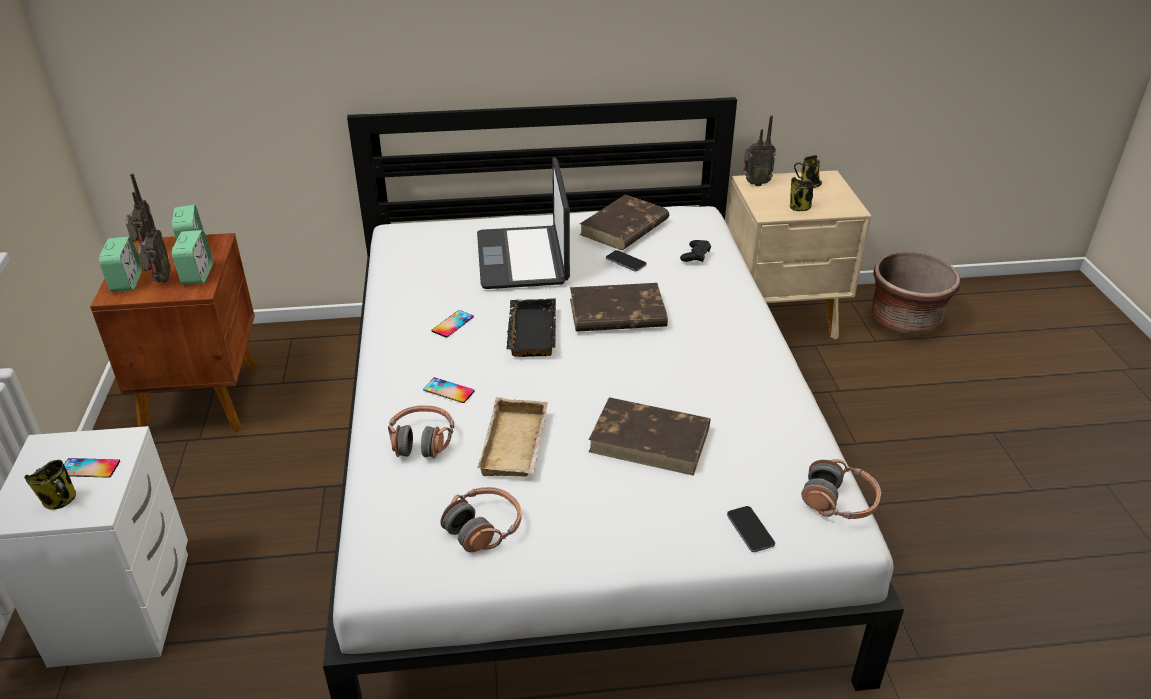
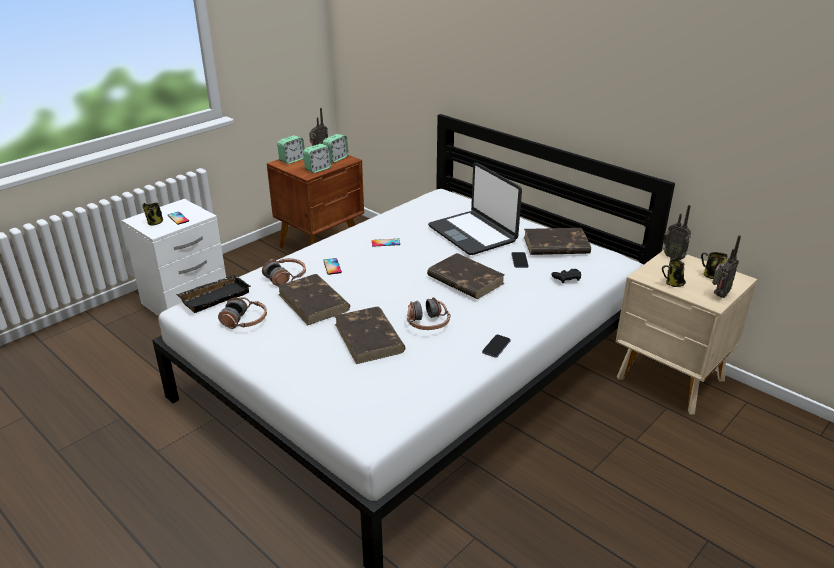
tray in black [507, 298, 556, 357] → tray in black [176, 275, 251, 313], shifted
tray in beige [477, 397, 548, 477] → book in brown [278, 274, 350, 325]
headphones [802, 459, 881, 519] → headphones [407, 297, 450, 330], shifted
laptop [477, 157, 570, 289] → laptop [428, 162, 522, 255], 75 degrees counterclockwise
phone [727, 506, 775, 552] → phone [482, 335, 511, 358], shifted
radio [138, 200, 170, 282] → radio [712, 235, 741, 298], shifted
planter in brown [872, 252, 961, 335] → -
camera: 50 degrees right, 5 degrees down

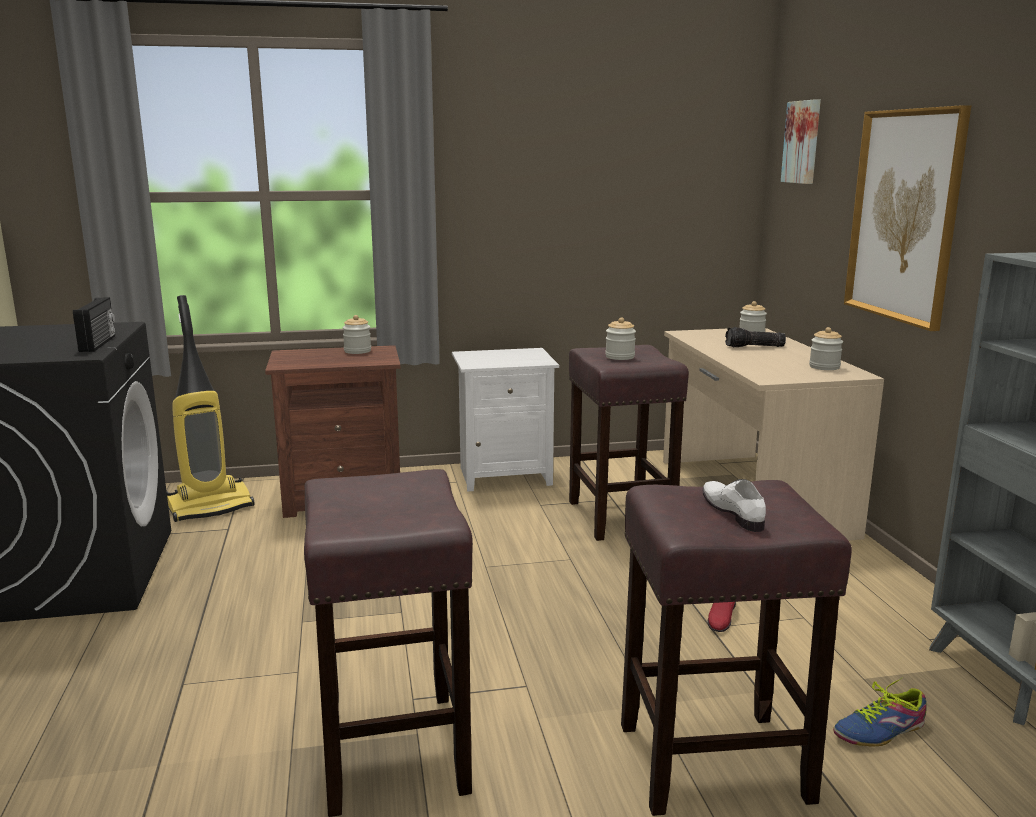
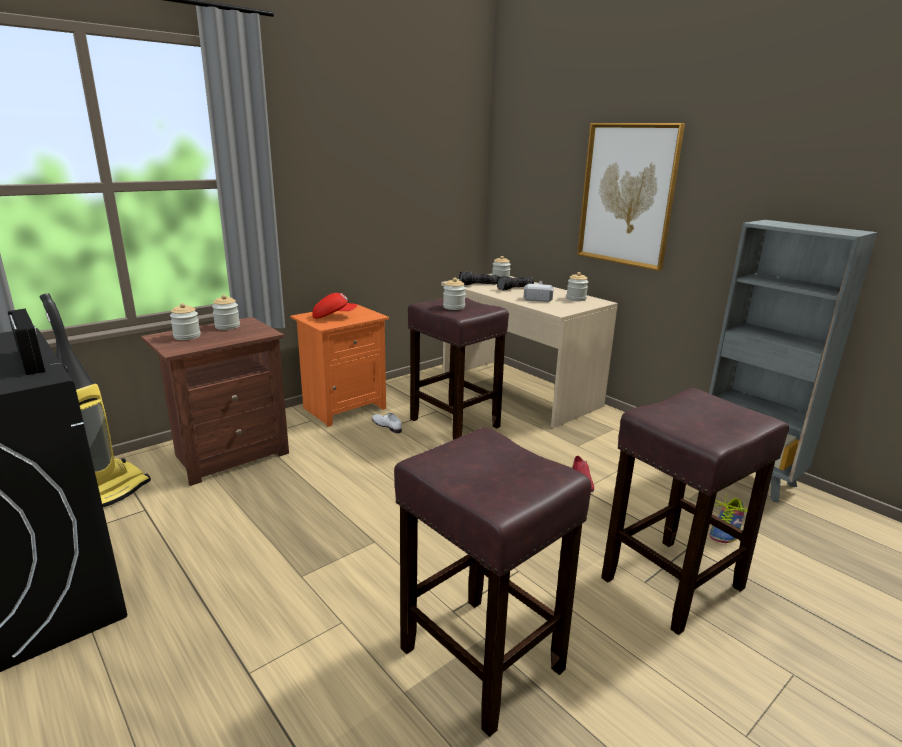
- → jar [170, 303, 200, 340]
nightstand in white [452, 348, 559, 492] → nightstand in orange [290, 304, 389, 427]
- → cap in red [312, 293, 358, 319]
shoe in white [703, 479, 766, 532] → shoe in white [372, 413, 402, 433], shifted
- → flashlight [459, 271, 499, 285]
- → hammer [523, 281, 554, 302]
picture [781, 99, 821, 184] → -
camera: 30 degrees left, 5 degrees up

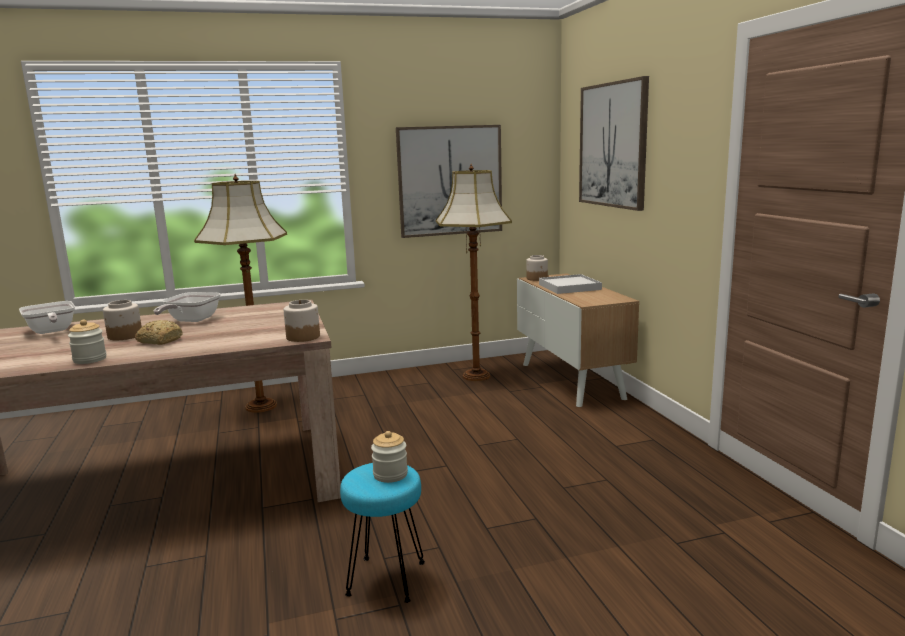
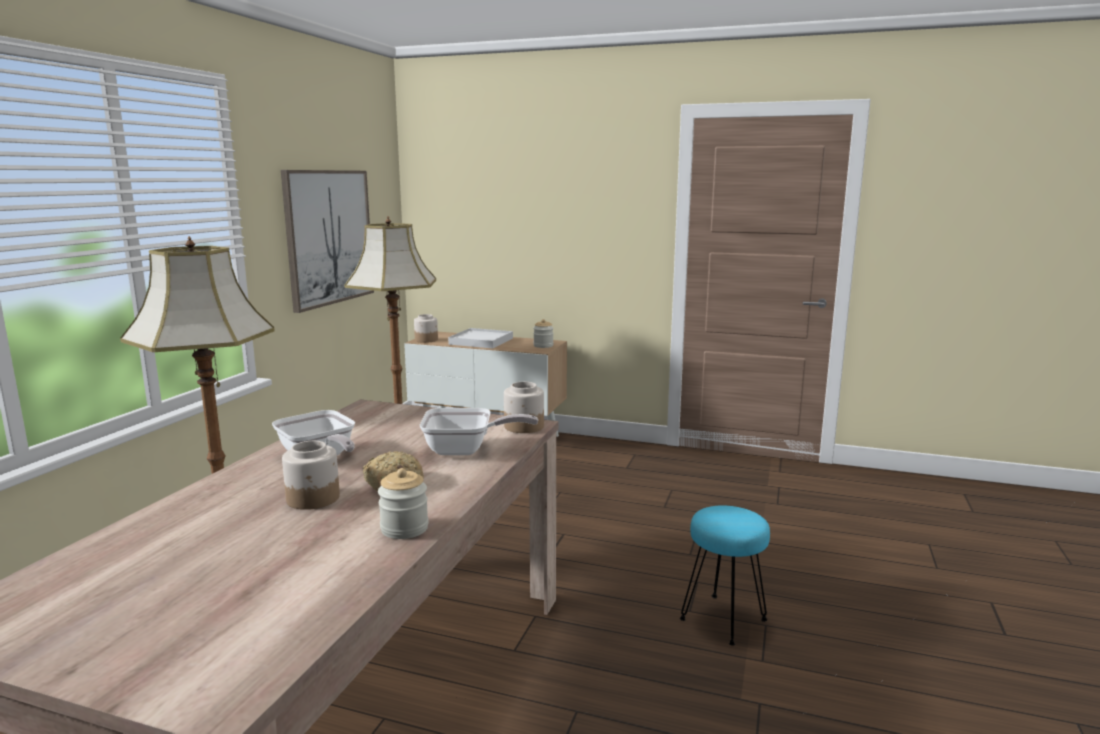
frying pan [19, 301, 75, 334] → frying pan [420, 408, 538, 455], shifted
jar [371, 431, 408, 483] → jar [533, 319, 554, 348], shifted
picture [579, 76, 649, 211] → -
camera: 55 degrees left, 0 degrees up

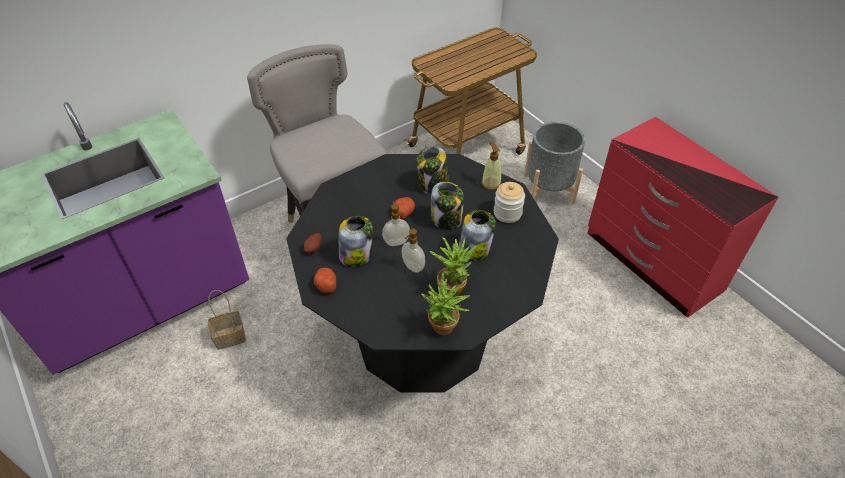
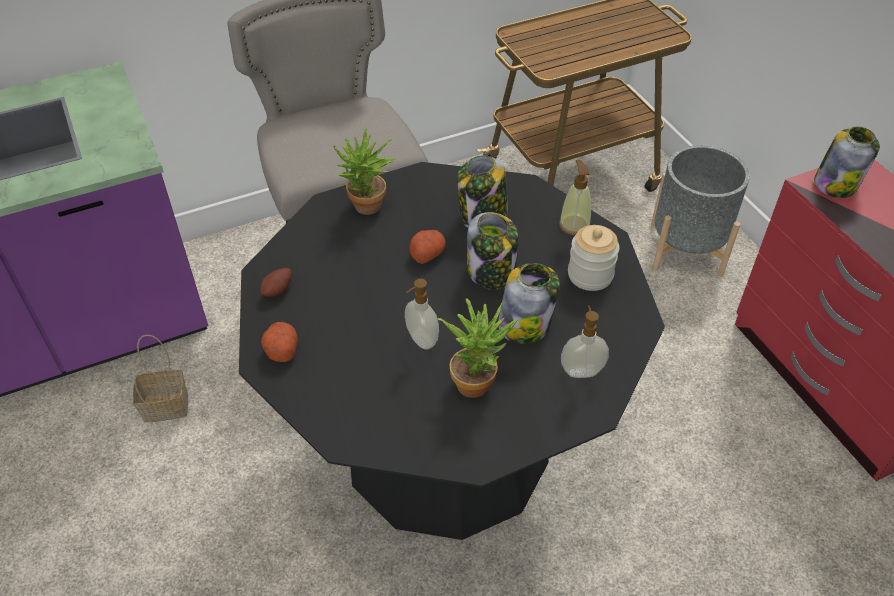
potted plant [422, 273, 470, 335] → potted plant [334, 127, 396, 215], shifted
soap dispenser [382, 201, 410, 246] → soap dispenser [561, 305, 609, 378], shifted
jar [339, 216, 373, 267] → jar [814, 127, 880, 198], shifted
camera: 10 degrees right, 0 degrees up

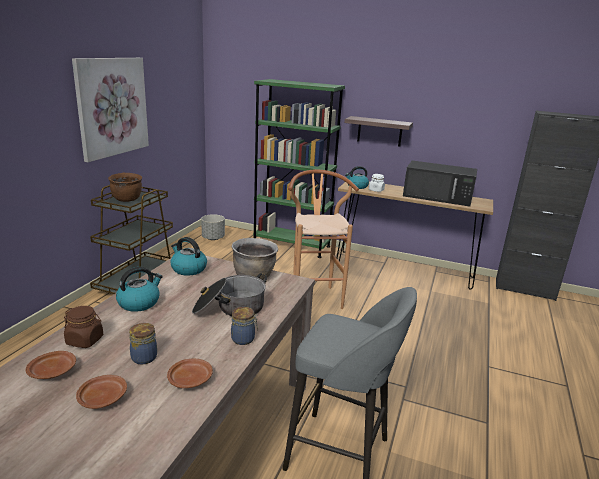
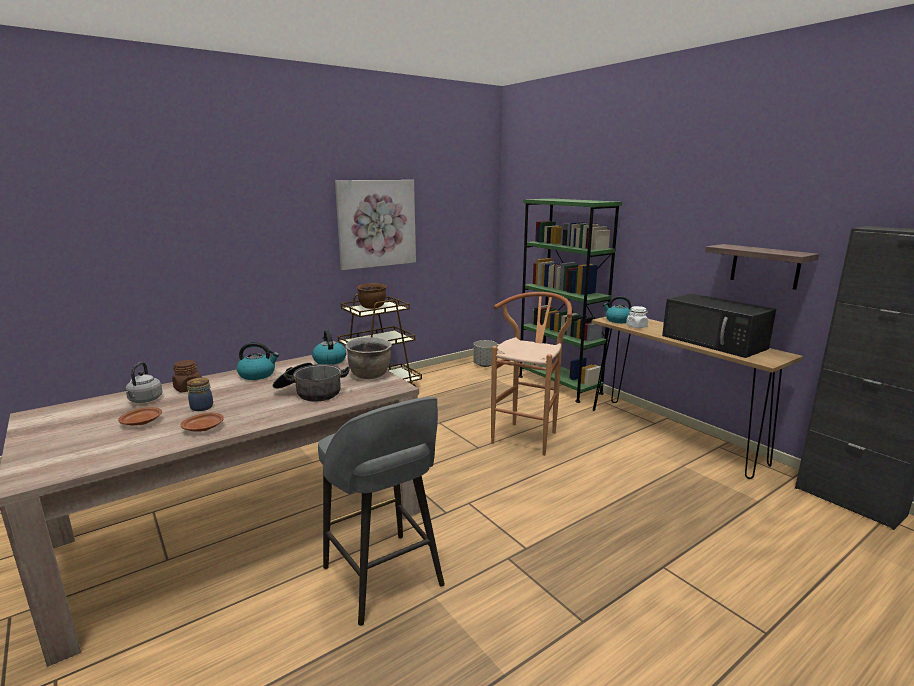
plate in brown [26, 351, 76, 379] → kettle in grey [124, 362, 162, 403]
shelf [344, 116, 413, 147] → shelf [705, 244, 819, 290], shifted
jar [231, 307, 258, 345] → -
camera: 35 degrees right, 5 degrees down

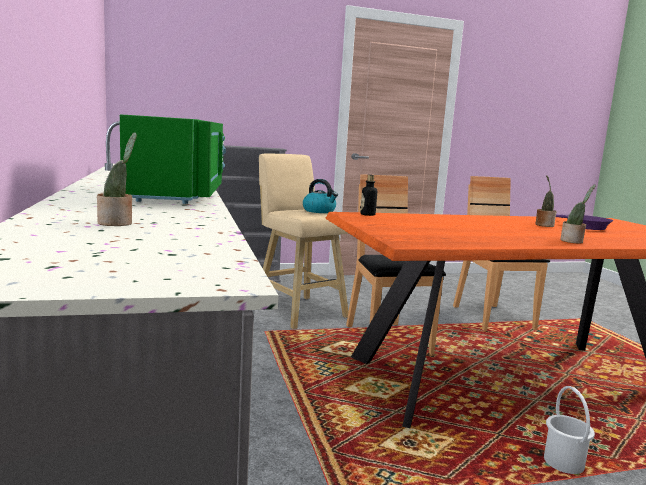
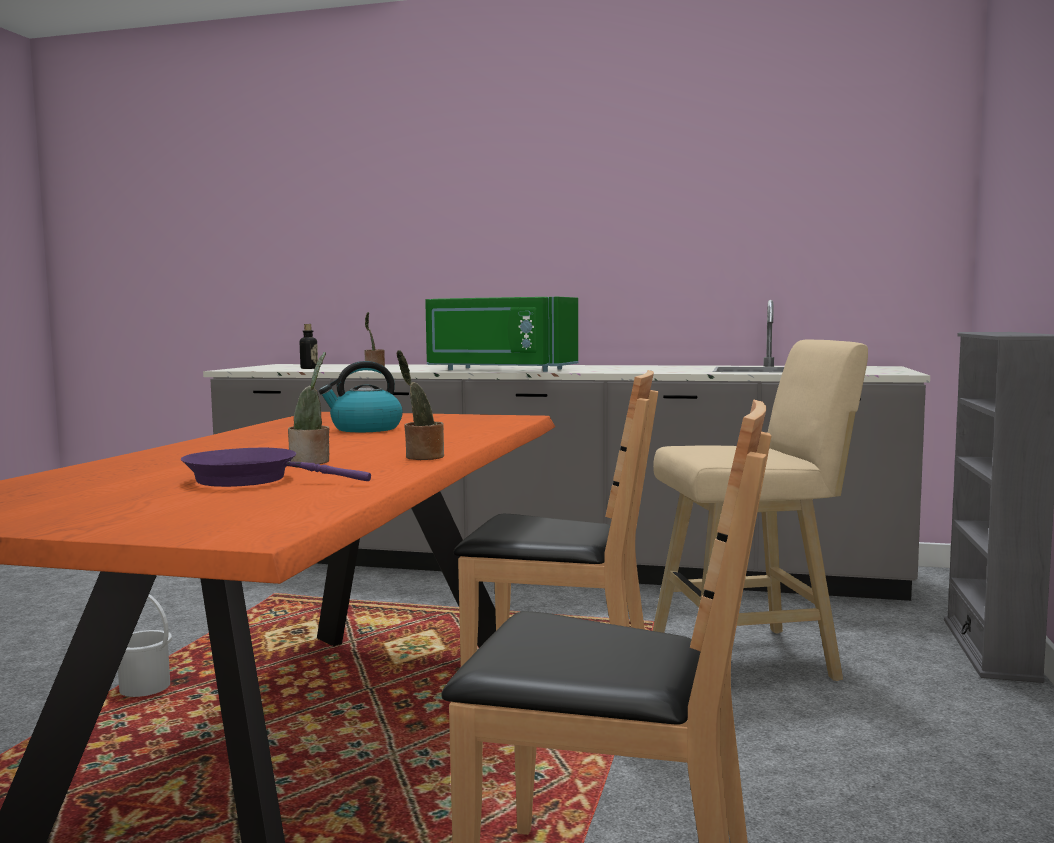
bottle [360, 175, 377, 216] → bottle [300, 324, 318, 369], shifted
kettle [303, 179, 338, 213] → kettle [319, 361, 403, 432], shifted
potted plant [560, 184, 595, 243] → potted plant [397, 350, 444, 460], shifted
camera: 120 degrees right, 5 degrees down

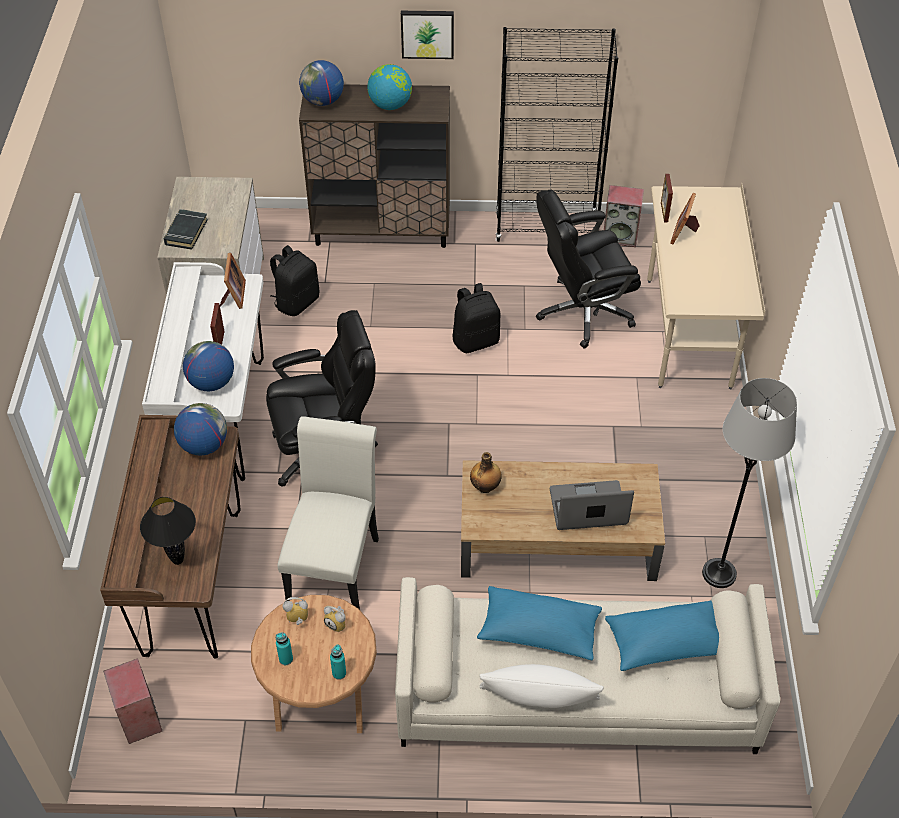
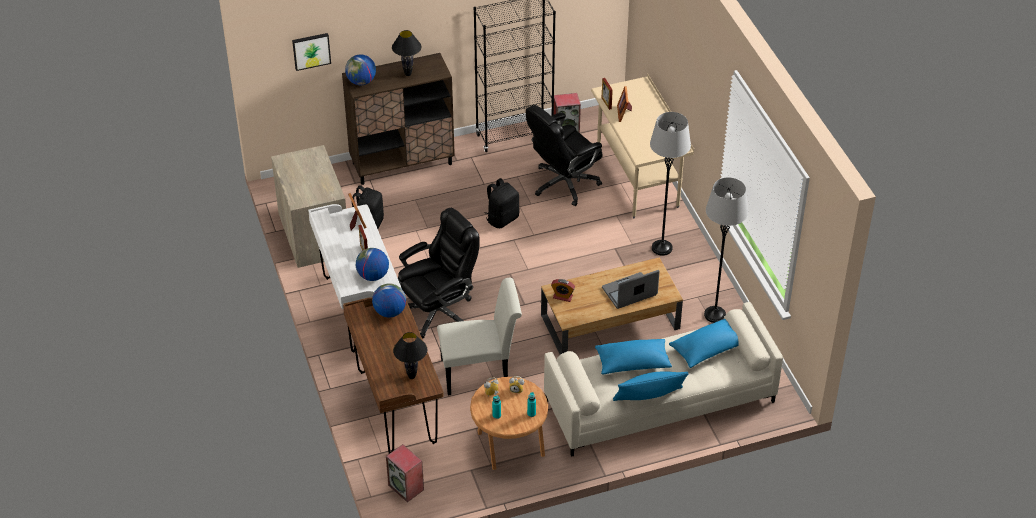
picture [401, 11, 454, 59] → picture [292, 33, 331, 71], shifted
globe [367, 64, 412, 110] → table lamp in black [392, 30, 422, 76]
chair in white [278, 416, 379, 610] → chair in white [437, 278, 522, 395], 90 degrees clockwise
bottle [470, 452, 502, 493] → alarm clock [551, 279, 575, 302]
pillow in white [479, 664, 604, 708] → pillow in blue [613, 371, 688, 401]
- → floor lamp in grey [650, 112, 691, 256]
book in black [164, 209, 208, 250] → -
camera: 20 degrees left, 5 degrees down

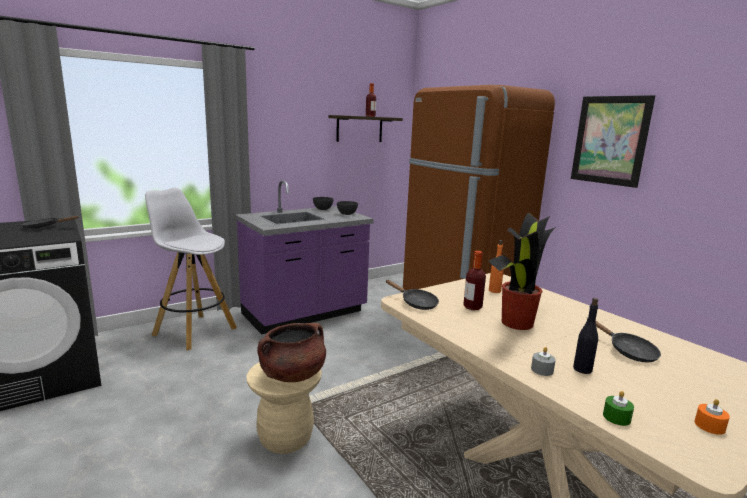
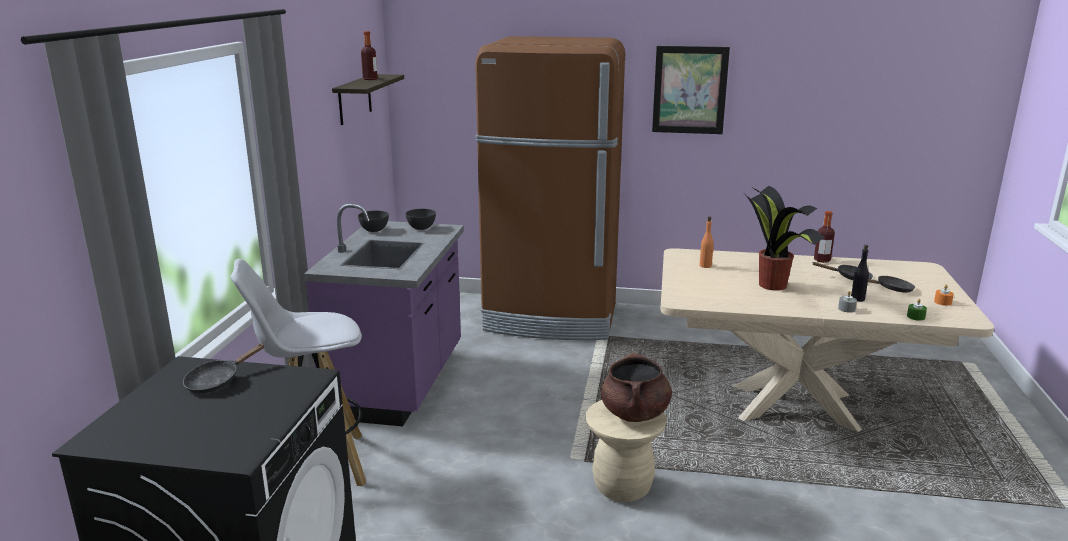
bottle [463, 251, 486, 310] → bottle [814, 211, 835, 263], shifted
frying pan in black [386, 280, 439, 310] → frying pan in black [868, 276, 915, 293], shifted
camera: 45 degrees left, 5 degrees up

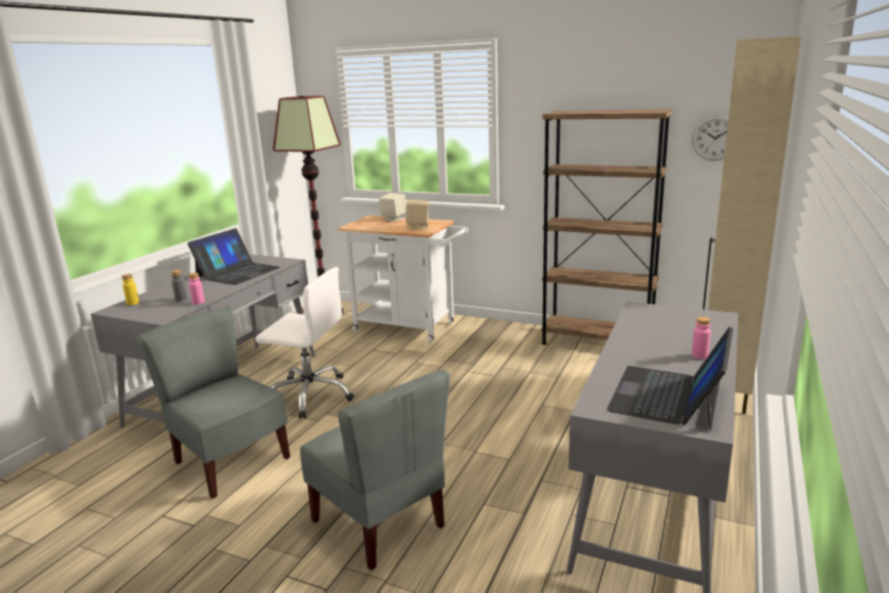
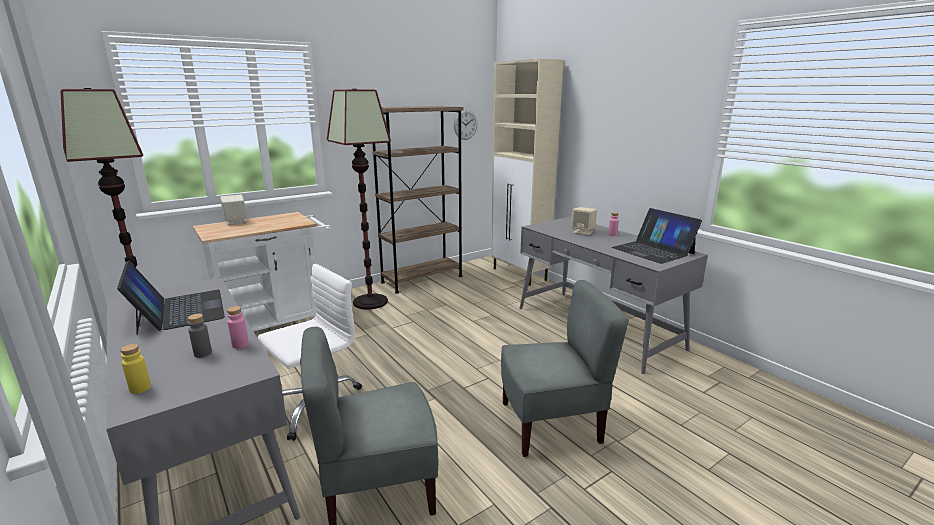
- → floor lamp [327, 89, 391, 310]
speaker in beige [406, 200, 429, 229] → speaker in beige [571, 207, 597, 235], shifted
camera: 60 degrees left, 0 degrees up

